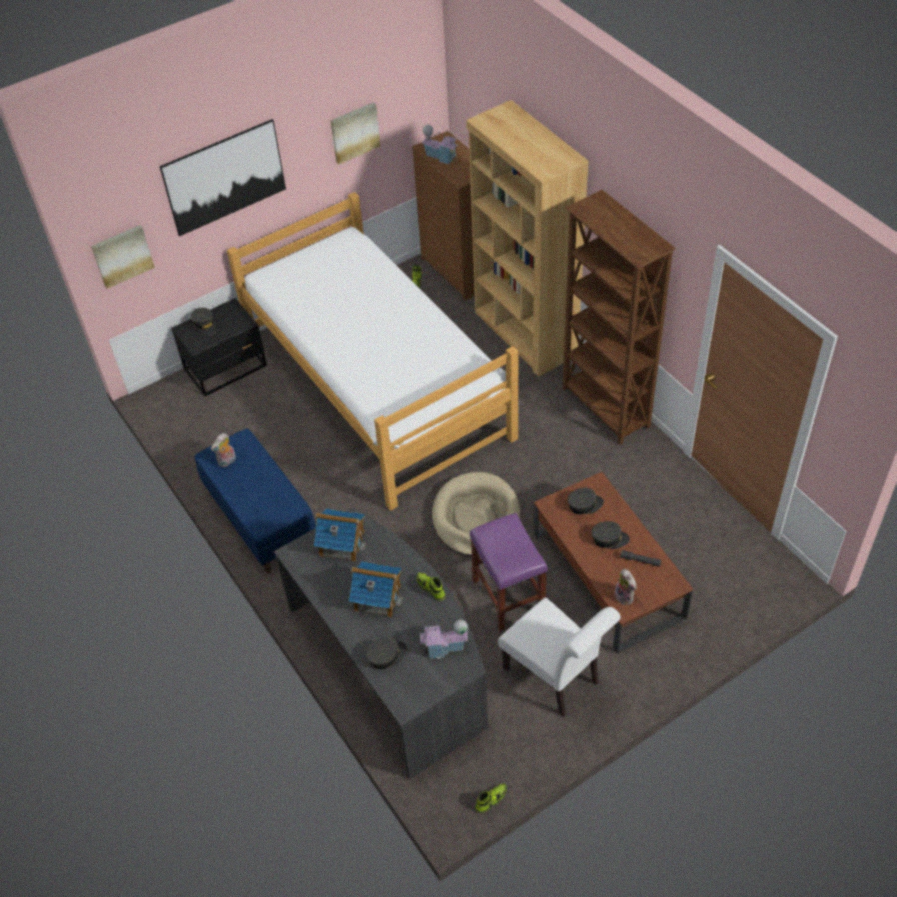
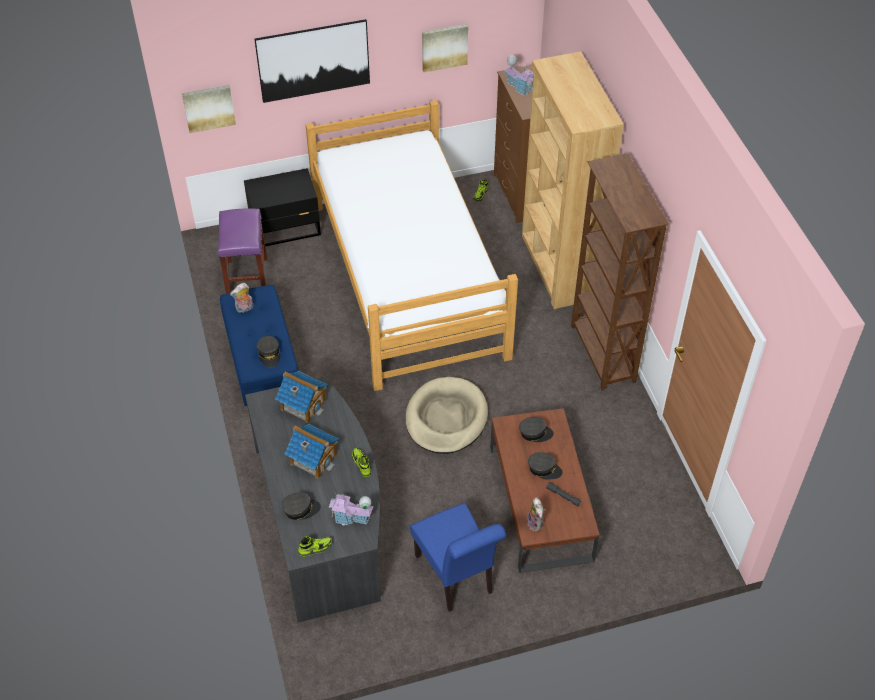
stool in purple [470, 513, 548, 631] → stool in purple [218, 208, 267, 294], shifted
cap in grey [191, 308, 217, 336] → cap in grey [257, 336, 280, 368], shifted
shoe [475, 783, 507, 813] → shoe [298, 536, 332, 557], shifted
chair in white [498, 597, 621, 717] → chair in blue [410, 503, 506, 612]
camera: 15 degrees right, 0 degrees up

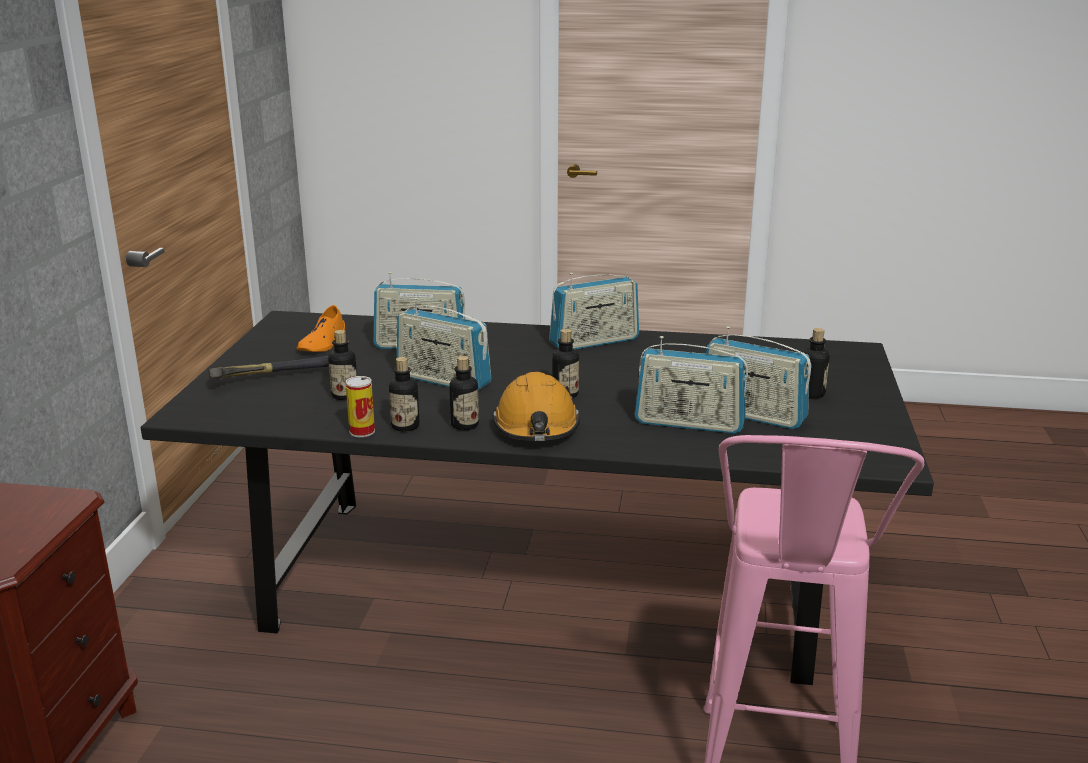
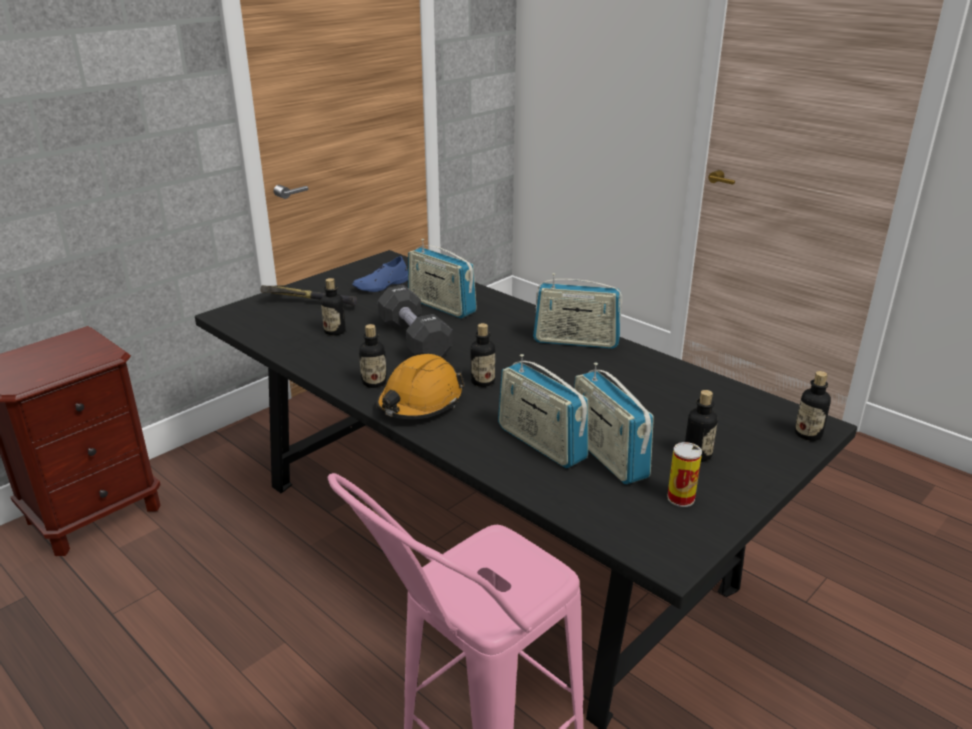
shoe in orange [297, 305, 345, 352] → shoe in blue [352, 256, 408, 292]
radio [397, 297, 491, 391] → dumbbell in black [378, 285, 453, 358]
can [345, 376, 375, 437] → can [667, 442, 702, 507], shifted
bottle [389, 357, 419, 432] → bottle [795, 371, 831, 441], shifted
camera: 35 degrees right, 5 degrees up

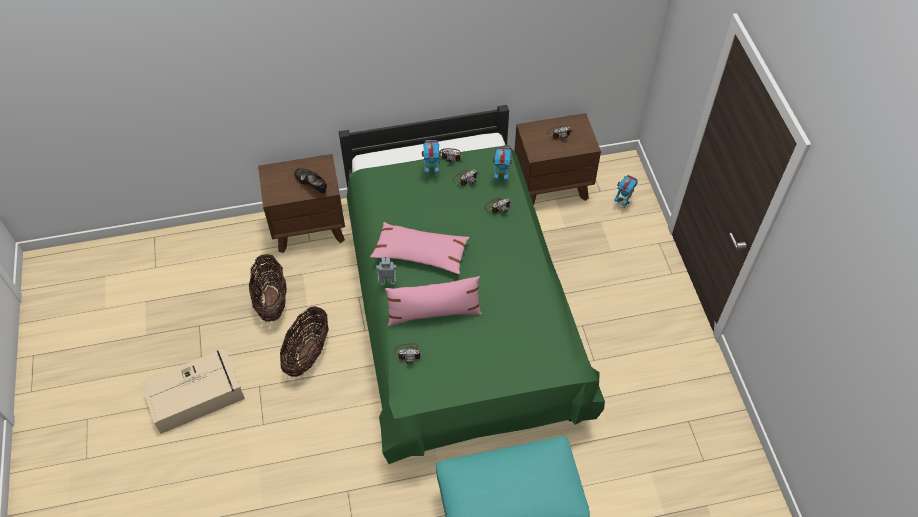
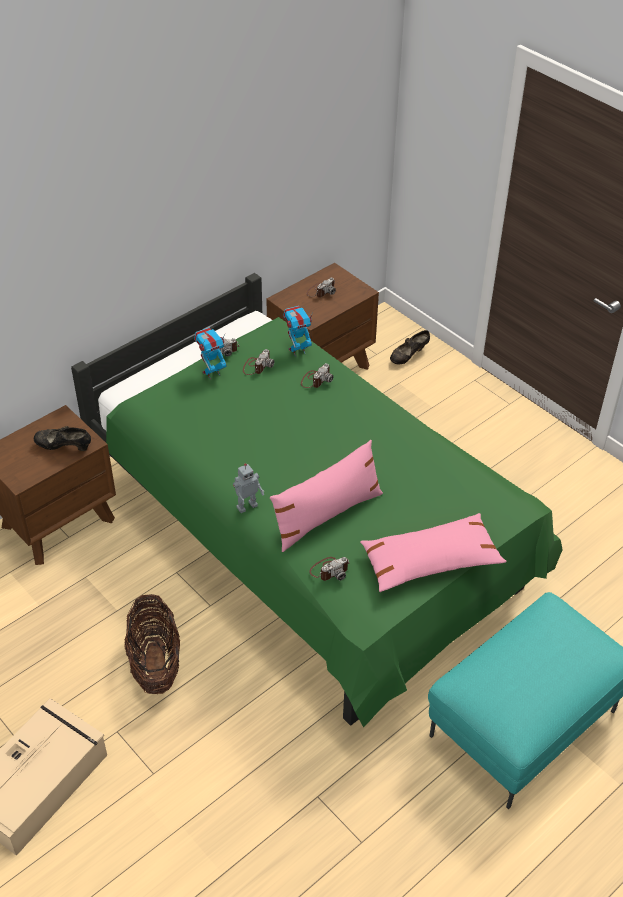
pillow in pink [370, 222, 469, 274] → pillow in pink [360, 513, 507, 592], shifted
toy robot [614, 175, 638, 207] → shoe in black [390, 330, 430, 364]
basket [249, 254, 287, 322] → -
camera: 30 degrees left, 10 degrees down

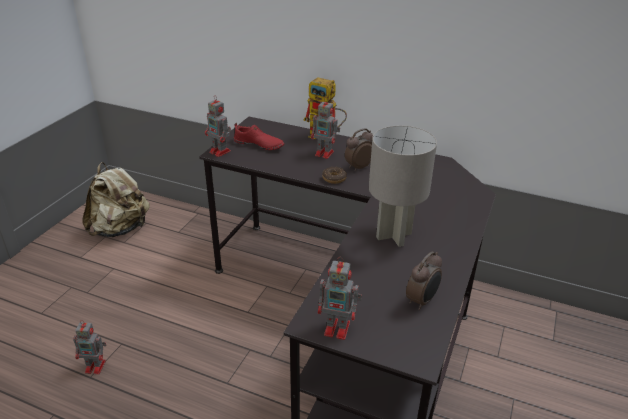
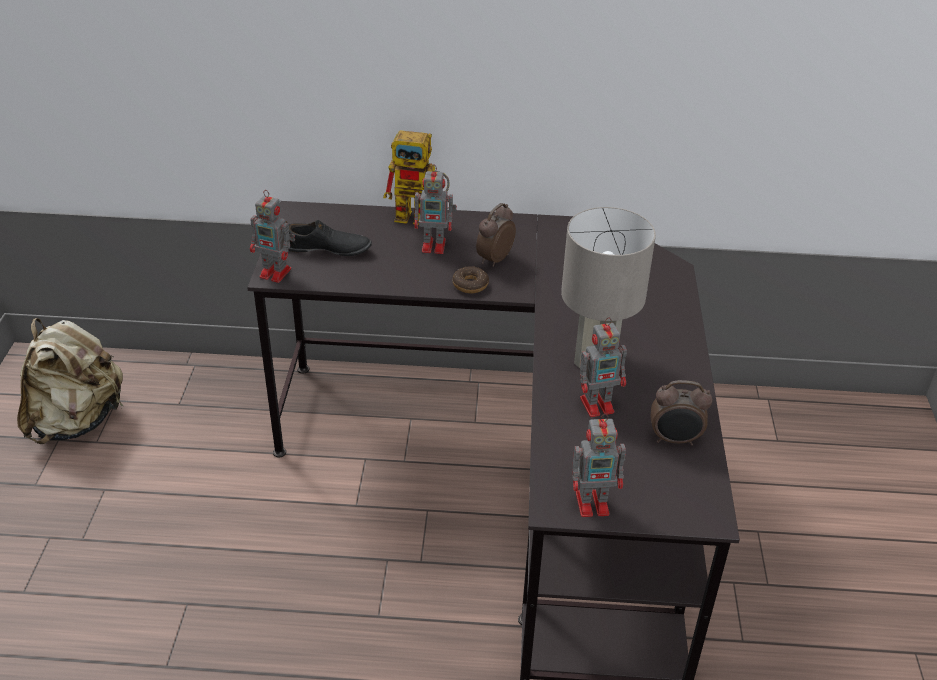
shoe in red [234, 123, 284, 150] → shoe in black [286, 220, 372, 256]
toy robot [73, 320, 106, 374] → toy robot [580, 318, 627, 417], shifted
alarm clock [406, 251, 442, 310] → alarm clock [651, 380, 712, 446], 75 degrees clockwise
camera: 20 degrees left, 5 degrees up

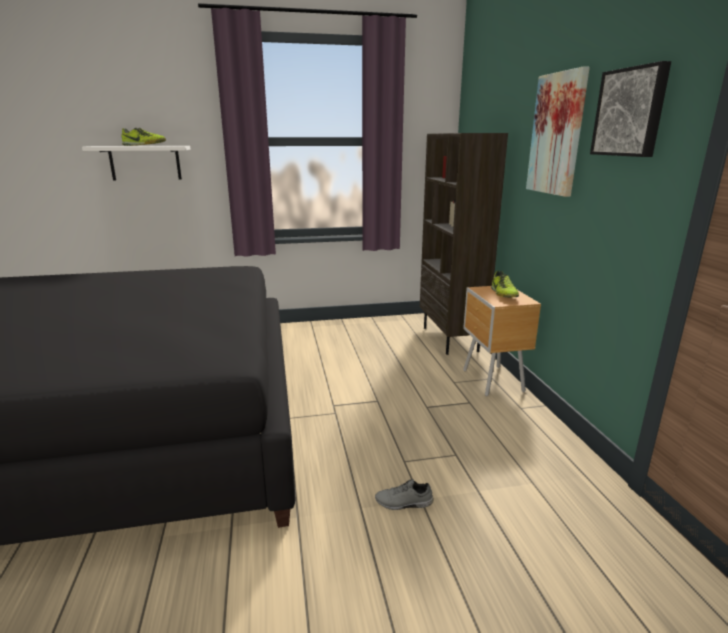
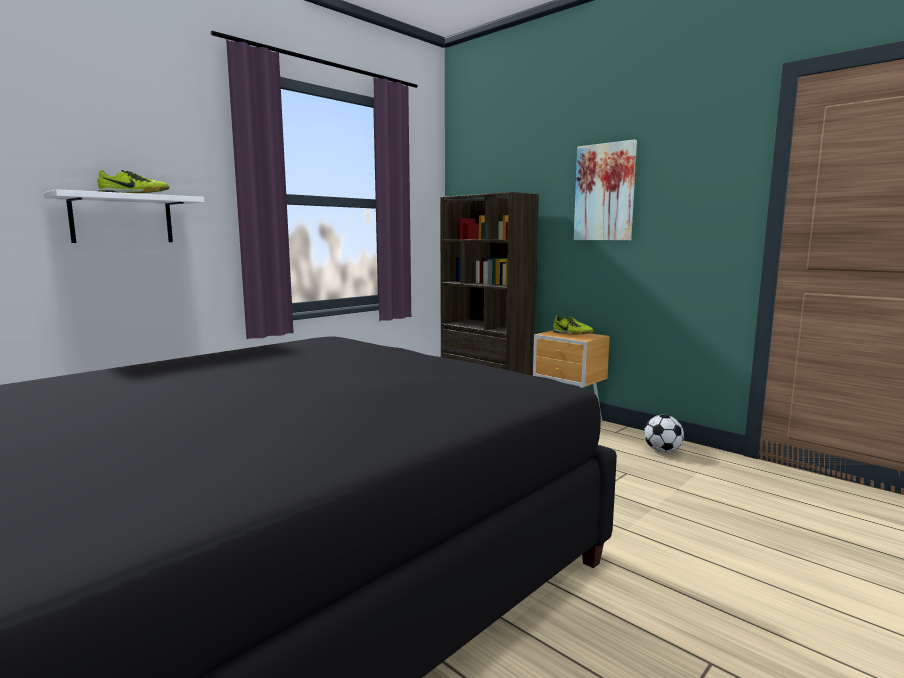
- → football [644, 415, 684, 453]
shoe in grey [375, 479, 434, 510] → -
picture [590, 61, 671, 157] → -
camera: 35 degrees left, 10 degrees down

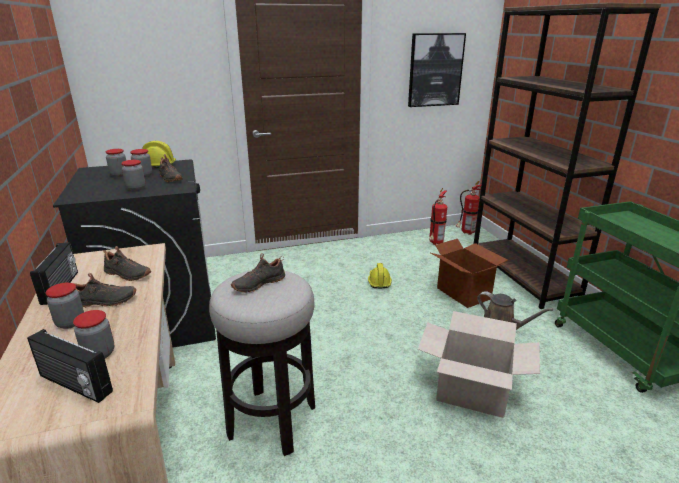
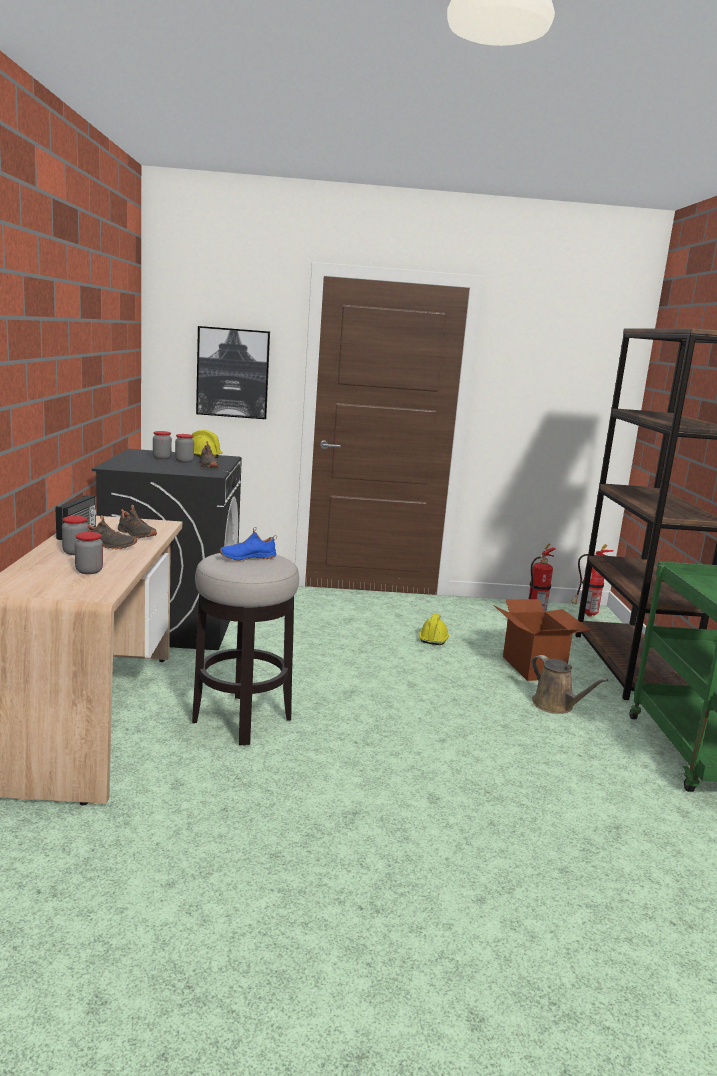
picture [408, 33, 466, 107] → picture [196, 326, 270, 419], shifted
shoe in black [231, 253, 285, 293] → shoe in blue [219, 527, 277, 561]
radio [27, 329, 113, 403] → -
jar [121, 160, 146, 191] → -
cardboard box [418, 311, 540, 418] → -
camera: 15 degrees right, 10 degrees down

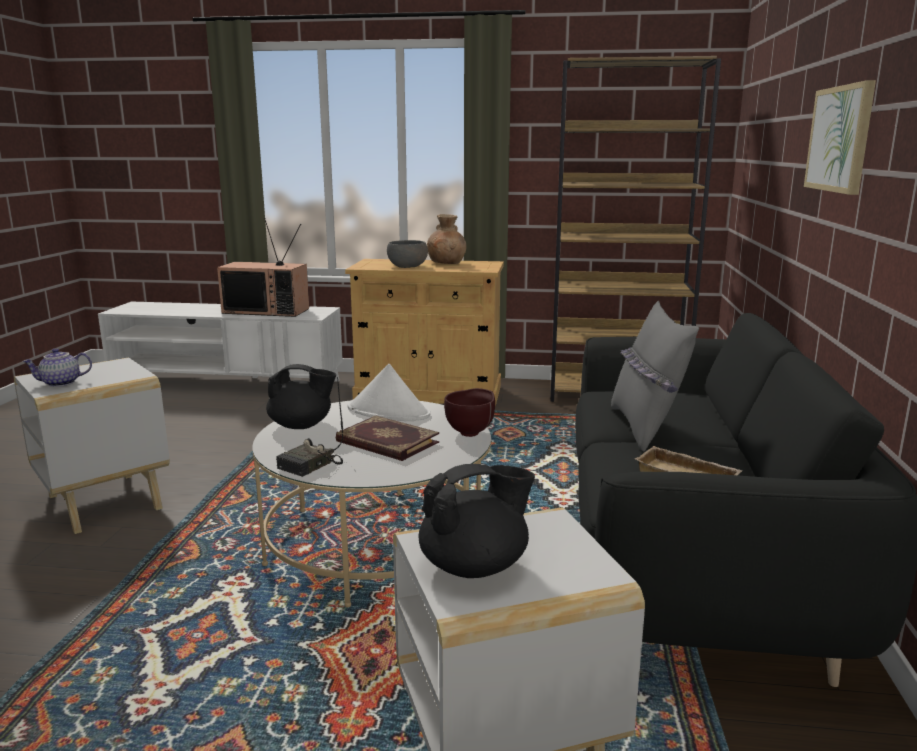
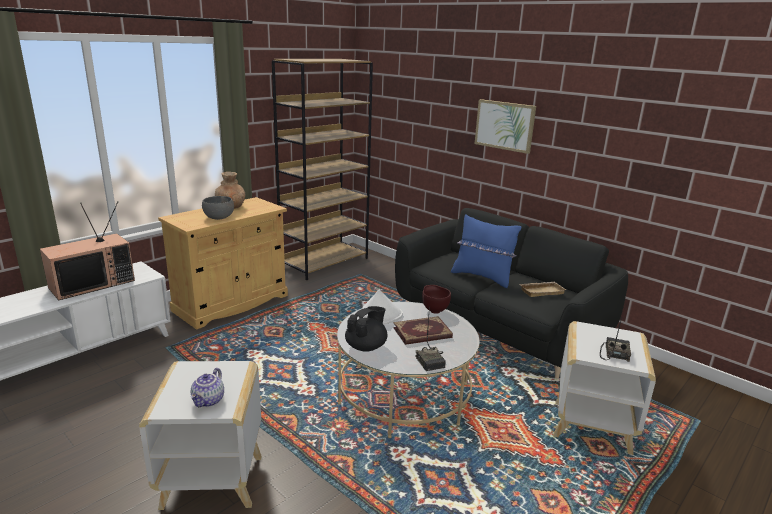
pillow in grey [611, 301, 699, 452] → pillow in blue [451, 214, 521, 288]
teapot in black [419, 464, 535, 578] → radio [600, 317, 631, 362]
camera: 55 degrees left, 5 degrees up

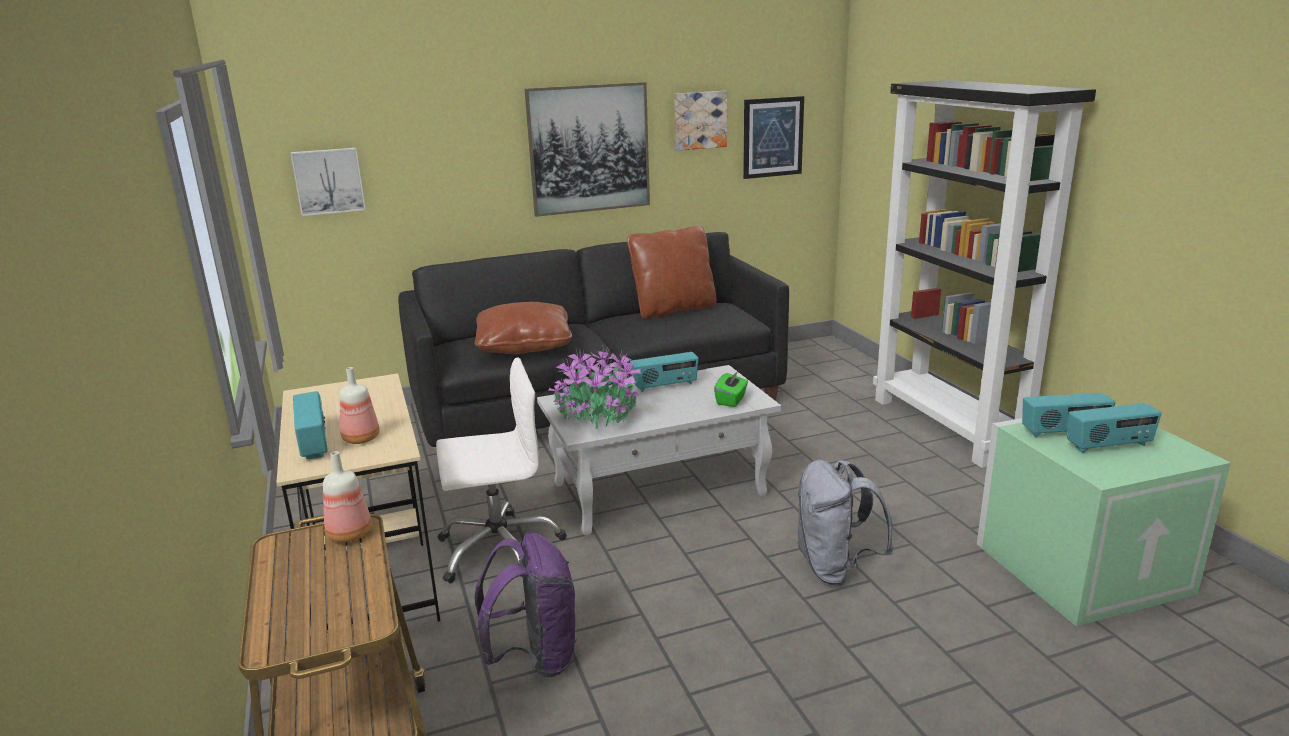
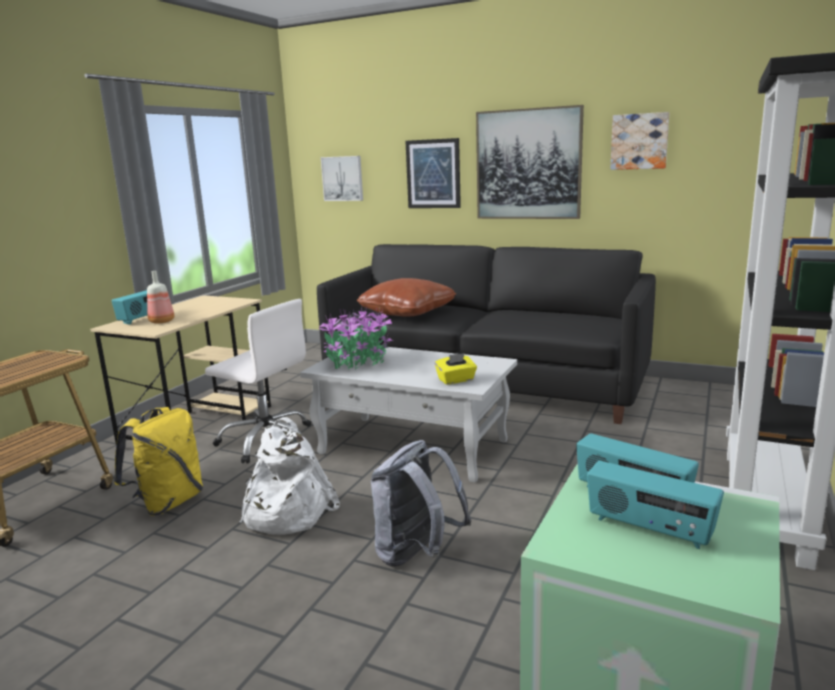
backpack in purple [474, 533, 577, 678] → backpack in yellow [114, 407, 203, 516]
- → backpack in white [240, 417, 340, 535]
picture [743, 96, 804, 179] → picture [406, 138, 461, 208], shifted
tissue box in green [714, 370, 748, 407] → tissue box in yellow [435, 353, 477, 385]
bottle [323, 451, 372, 542] → -
pillow in brown [627, 226, 717, 319] → -
radio [630, 352, 699, 392] → -
camera: 45 degrees right, 5 degrees down

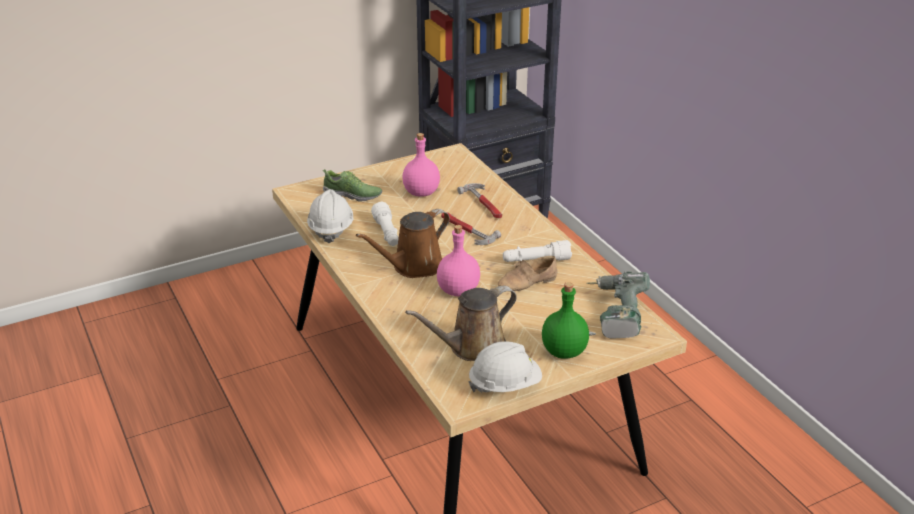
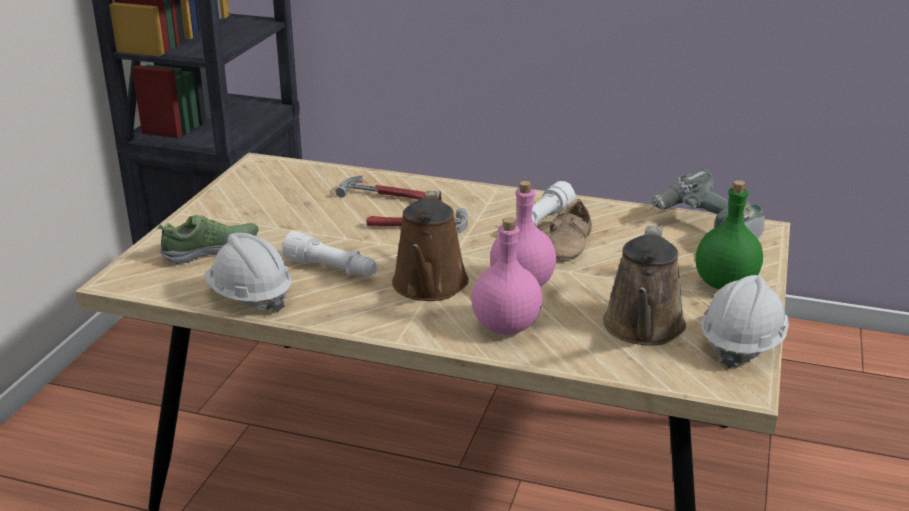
bottle in pink [402, 133, 440, 197] → bottle in pink [471, 217, 542, 335], shifted
camera: 45 degrees left, 5 degrees down

